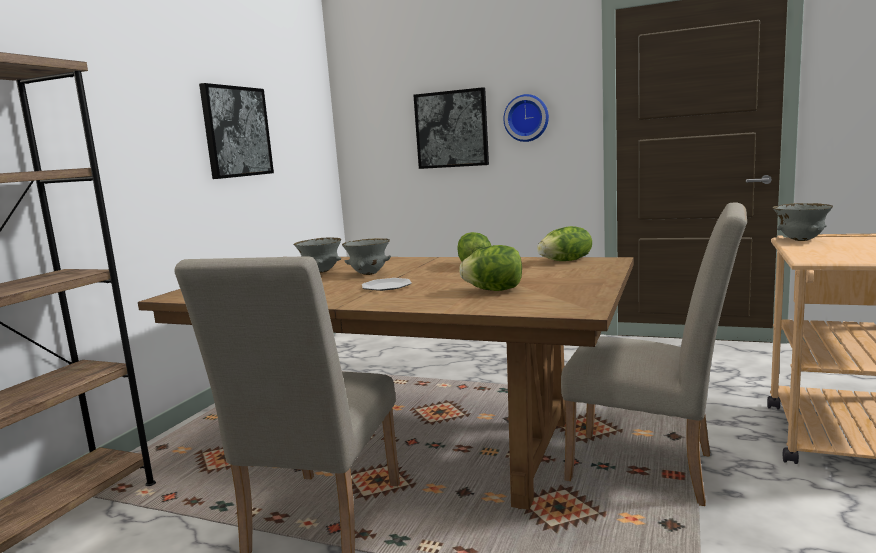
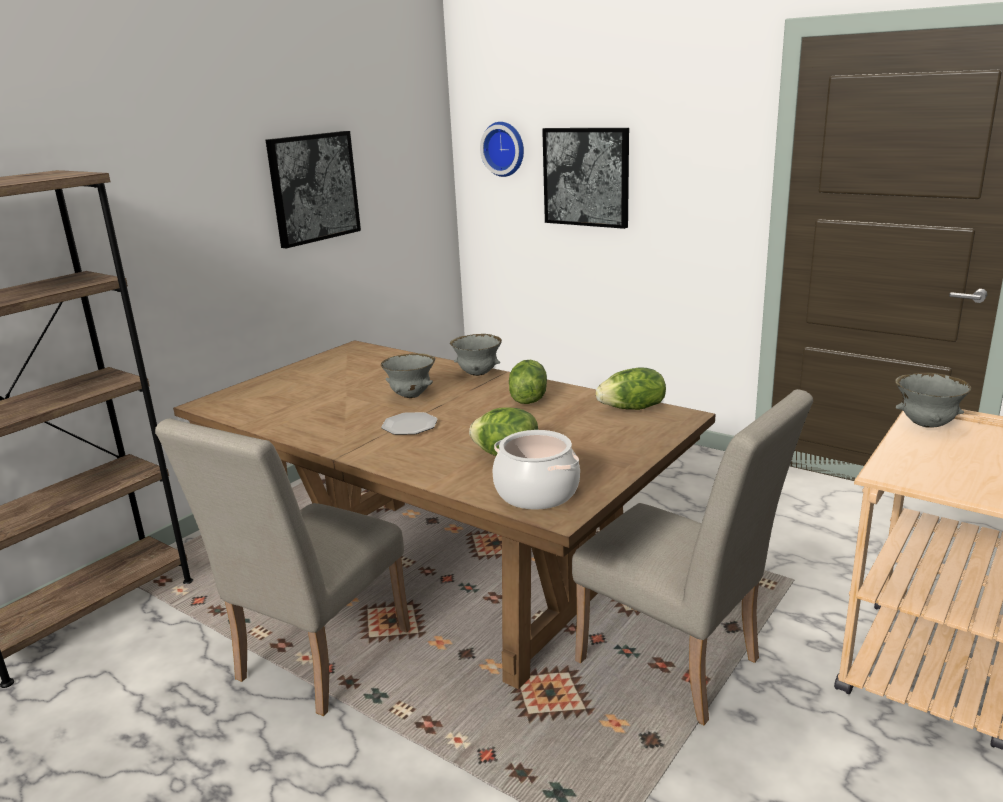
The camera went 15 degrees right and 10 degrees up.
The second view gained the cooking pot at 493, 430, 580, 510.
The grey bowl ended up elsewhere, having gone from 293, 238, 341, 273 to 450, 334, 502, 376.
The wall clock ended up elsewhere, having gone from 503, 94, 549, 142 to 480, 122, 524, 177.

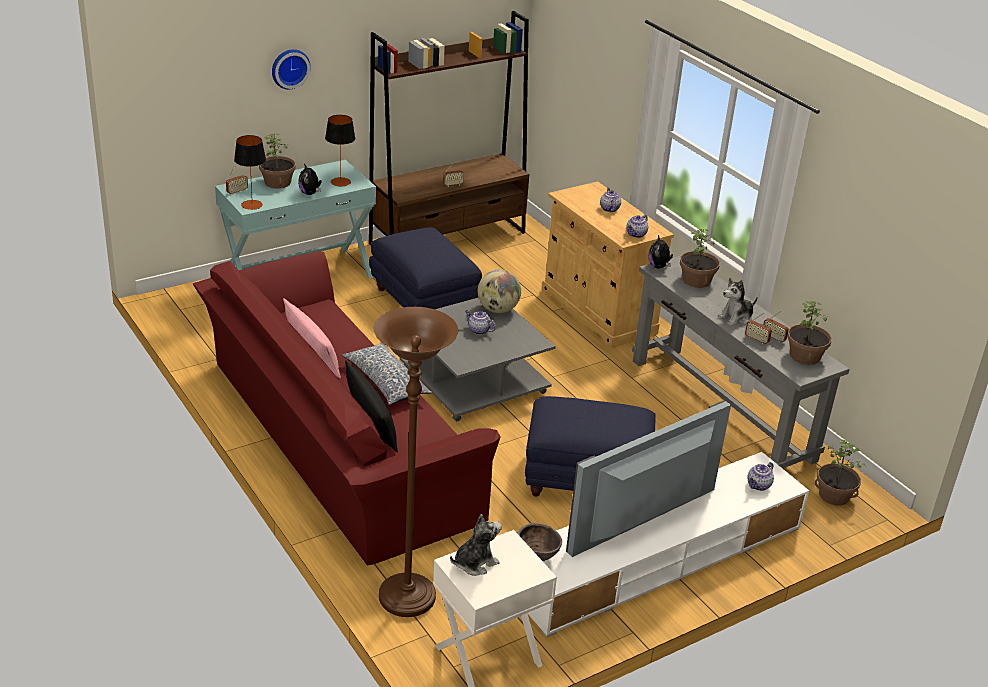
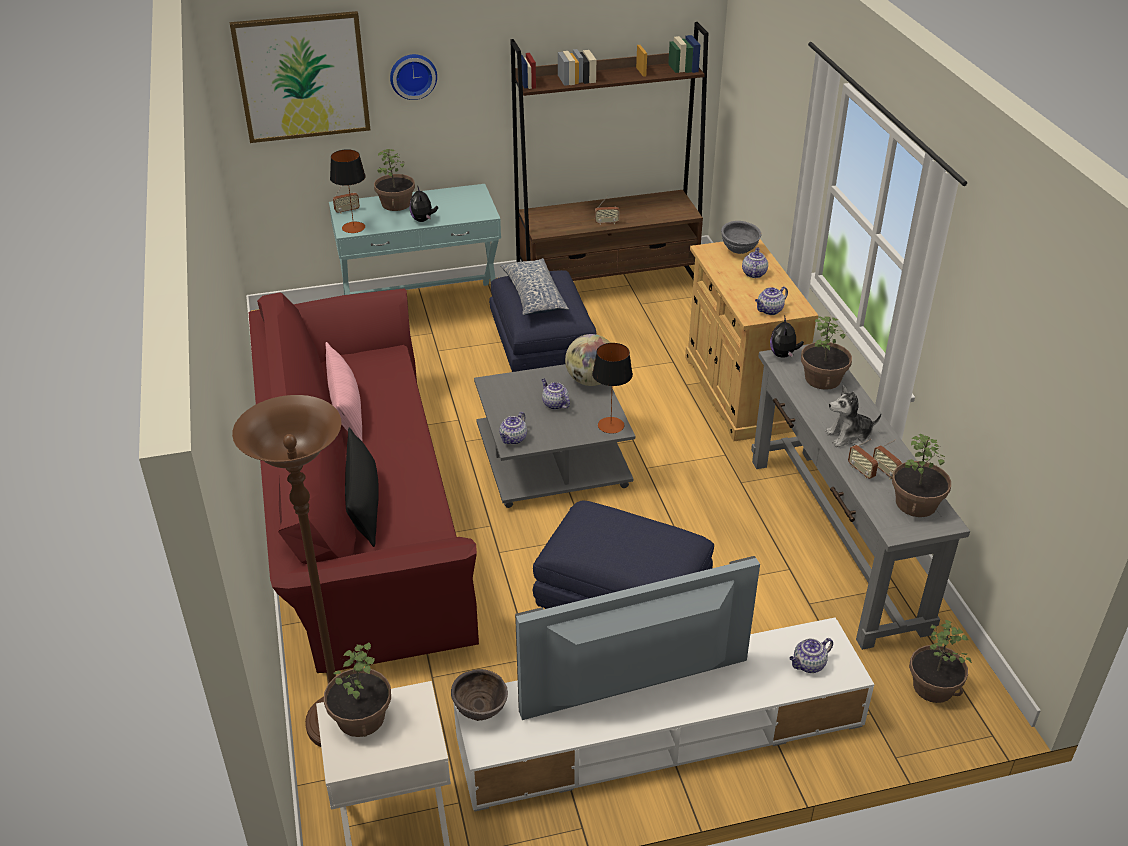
The camera went 20 degrees right and 5 degrees up.
The second view gained the picture at 230, 11, 370, 143.
The second view gained the teapot at 499, 412, 527, 444.
The second view gained the grey bowl at 721, 221, 762, 254.
The table lamp ended up elsewhere, having gone from 325, 115, 356, 186 to 592, 343, 633, 434.
The pillow ended up elsewhere, having gone from 342, 342, 432, 405 to 500, 258, 569, 315.
Where the plush toy stood at 450, 514, 502, 576, the potted plant came to stand at 324, 643, 391, 737.

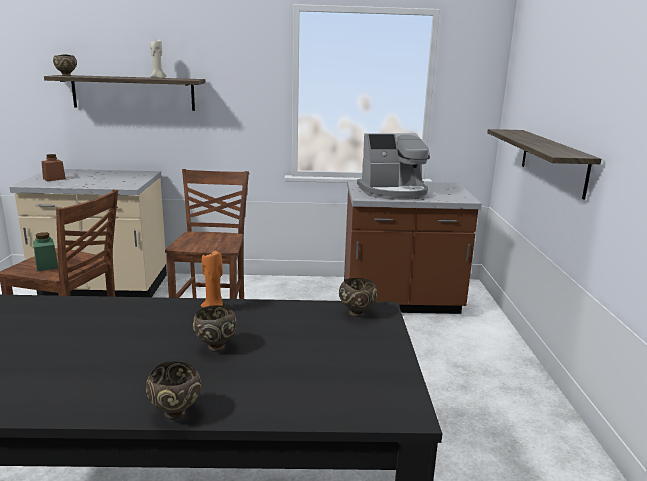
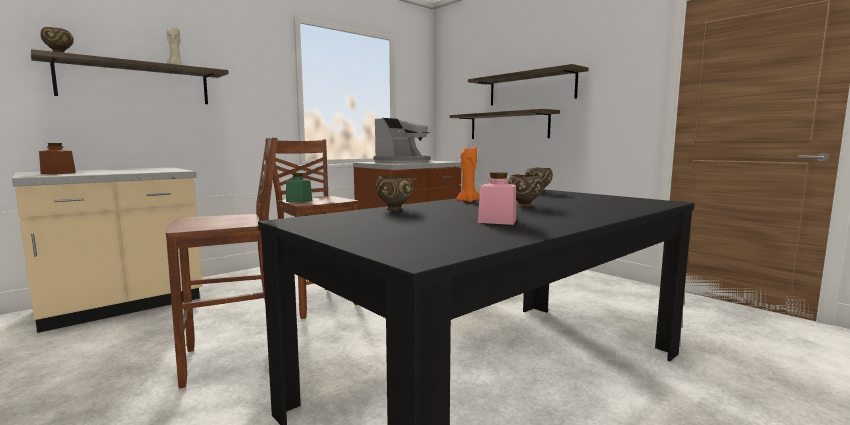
The camera went 40 degrees left and 10 degrees down.
The second view gained the shelf at 468, 64, 588, 105.
The second view gained the pink jar at 478, 172, 516, 225.
The green jar ended up elsewhere, having gone from 33, 232, 58, 271 to 286, 173, 312, 203.
The brown bowl ended up elsewhere, having gone from 146, 361, 201, 420 to 376, 175, 413, 211.

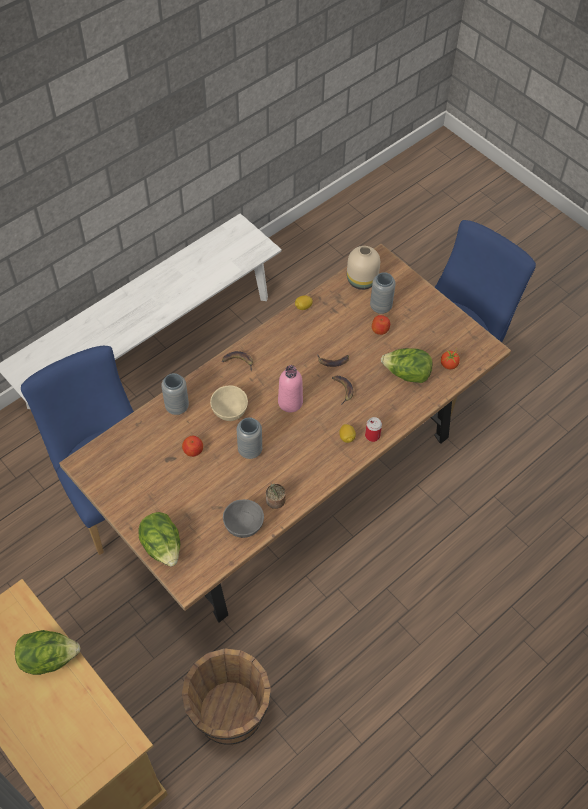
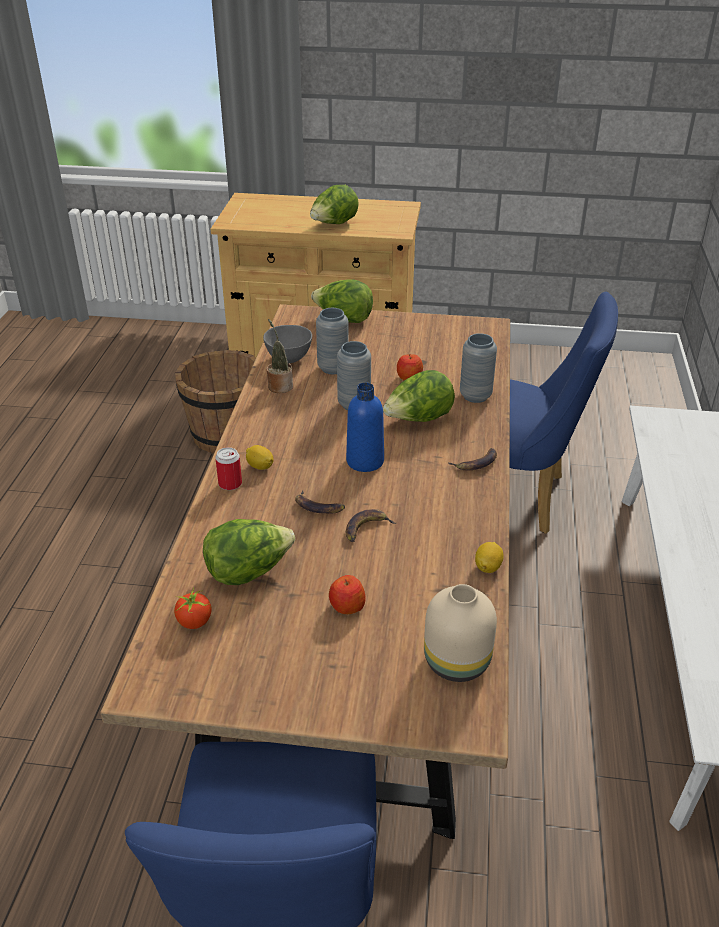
The camera went 140 degrees right and 20 degrees down.
The grey vase ended up elsewhere, having gone from 370, 272, 396, 314 to 316, 308, 349, 374.
Where the beige bowl stood at 210, 385, 248, 421, the lettuce came to stand at 383, 370, 455, 422.
What was the pink bottle at 278, 365, 303, 412 turned into the blue bottle at 346, 382, 384, 472.

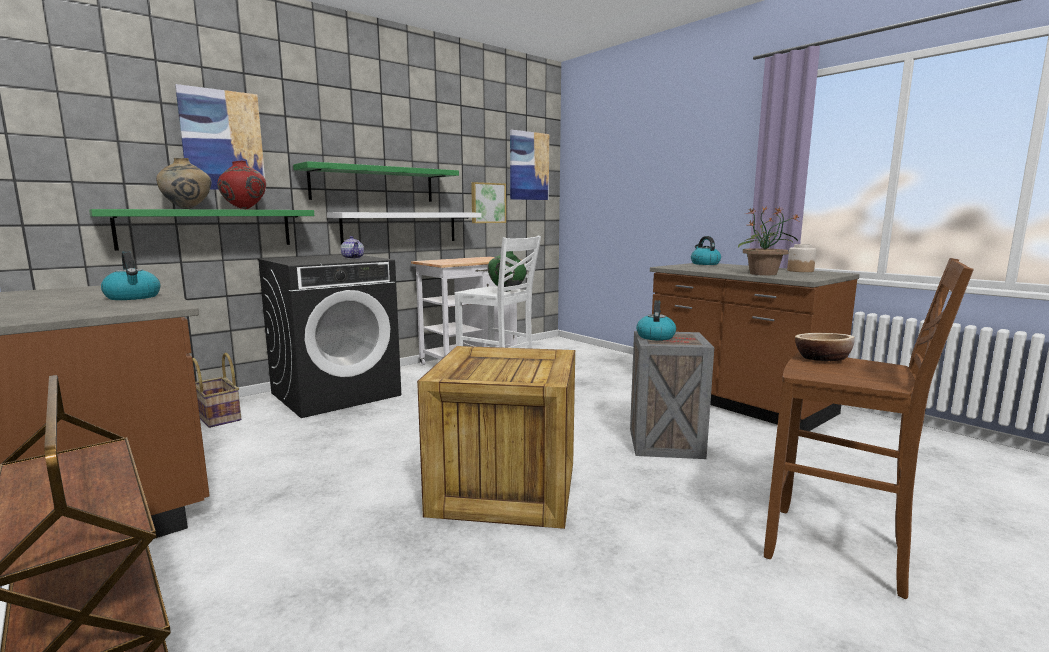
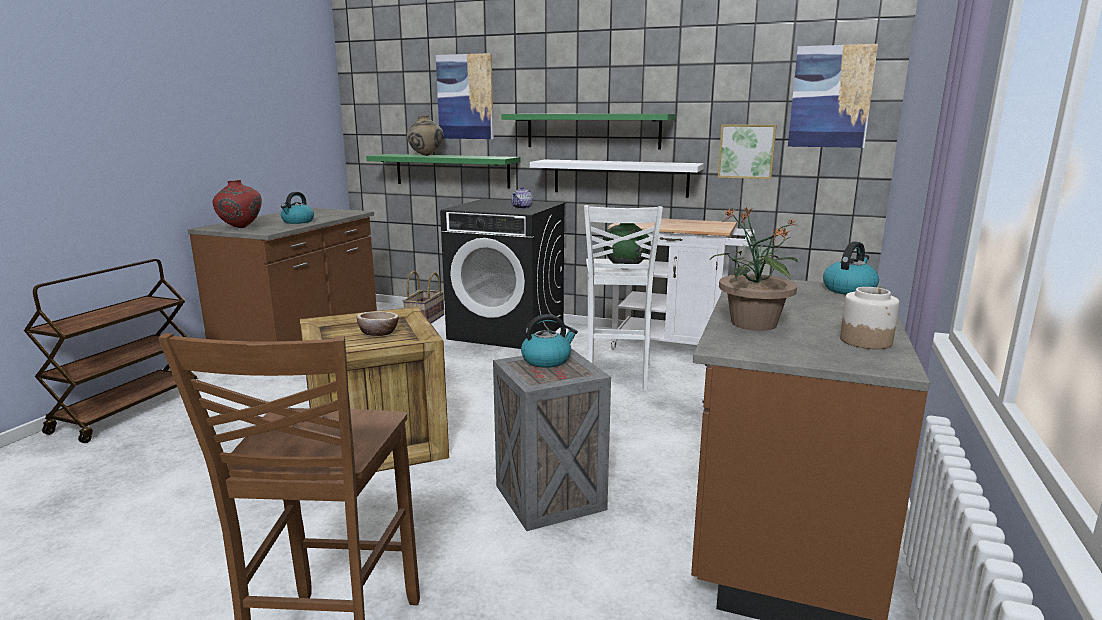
The camera went 60 degrees right and 5 degrees up.
The red vase ended up elsewhere, having gone from 217, 161, 266, 209 to 213, 180, 262, 228.
The bowl ended up elsewhere, having gone from 795, 333, 855, 361 to 357, 311, 399, 336.

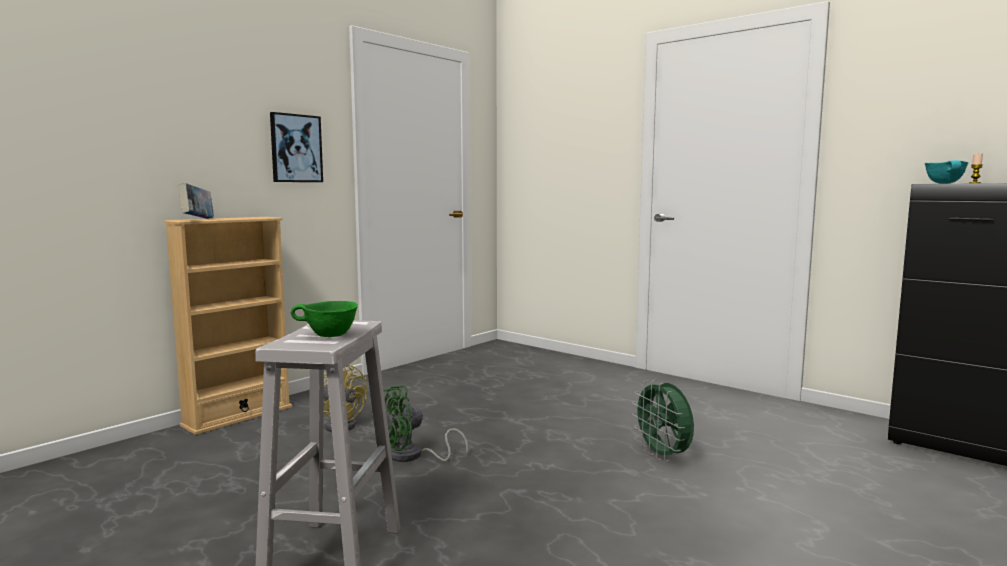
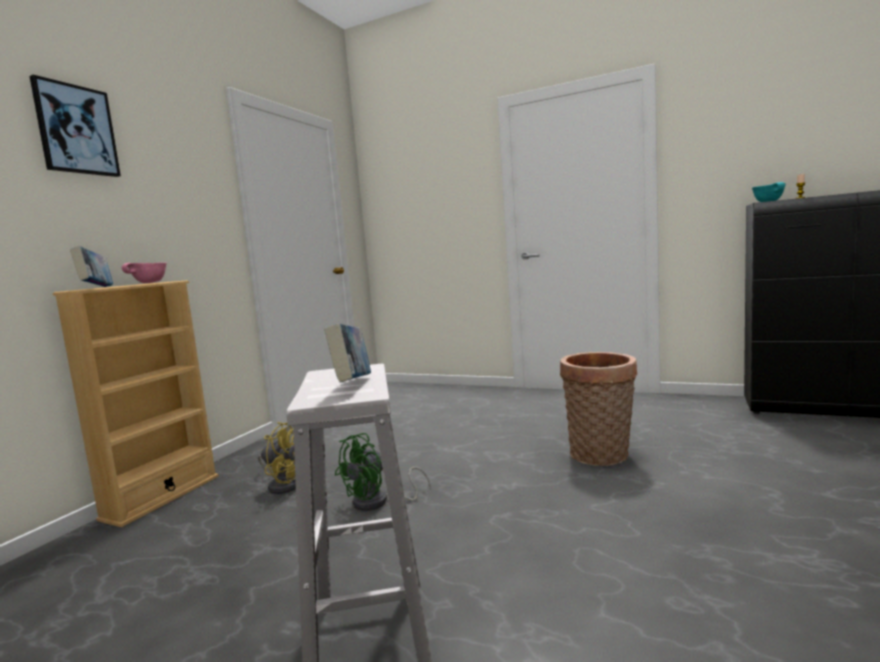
The camera went 15 degrees left and 0 degrees up.
The second view gained the pink bowl at 122, 262, 167, 283.
The picture ended up elsewhere, having gone from 270, 112, 323, 182 to 29, 75, 121, 177.
Where the green bowl stood at 291, 301, 358, 337, the book came to stand at 324, 324, 371, 383.
Where the green fan stood at 632, 380, 694, 461, the basket came to stand at 560, 352, 637, 466.

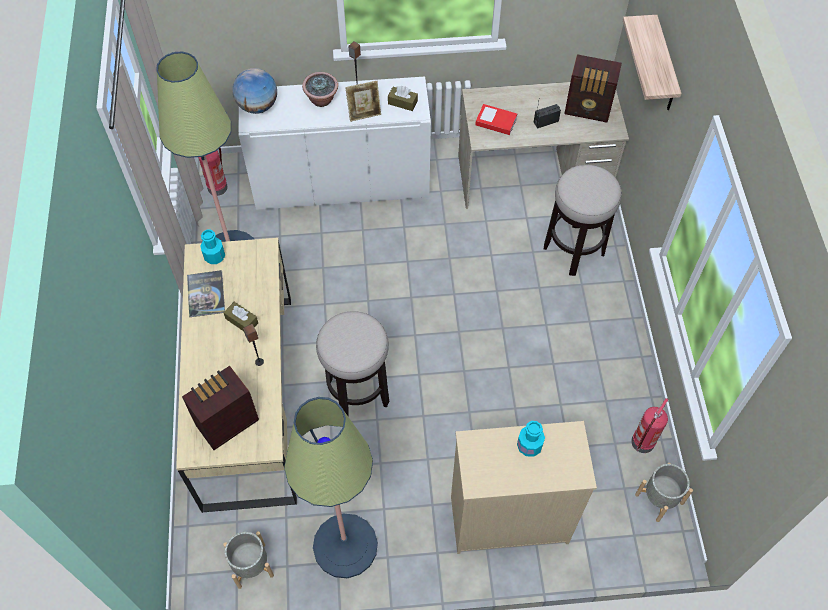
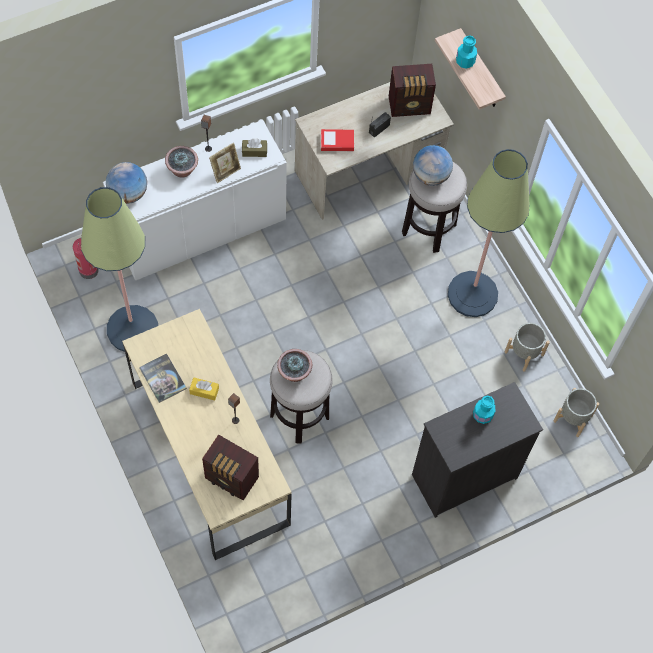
The camera went 25 degrees left and 5 degrees up.
The second view lost the fire extinguisher at 631, 398, 669, 453.
The second view gained the potted plant at 277, 349, 312, 382.
The second view gained the globe at 413, 145, 453, 186.
The turquoise bottle ended up elsewhere, having gone from 200, 230, 225, 264 to 456, 35, 477, 68.
The grey planter ended up elsewhere, having gone from 223, 531, 274, 589 to 505, 322, 550, 372.
The floor lamp ended up elsewhere, having gone from 284, 397, 378, 578 to 448, 149, 530, 317.
What was the brown tissue box at 223, 302, 258, 331 turned into the yellow tissue box at 189, 377, 219, 401.
What was the beige dresser at 451, 421, 597, 554 turned into the black dresser at 412, 382, 543, 518.
The radio at 182, 366, 259, 450 ended up facing another way, 90 degrees counterclockwise from before.

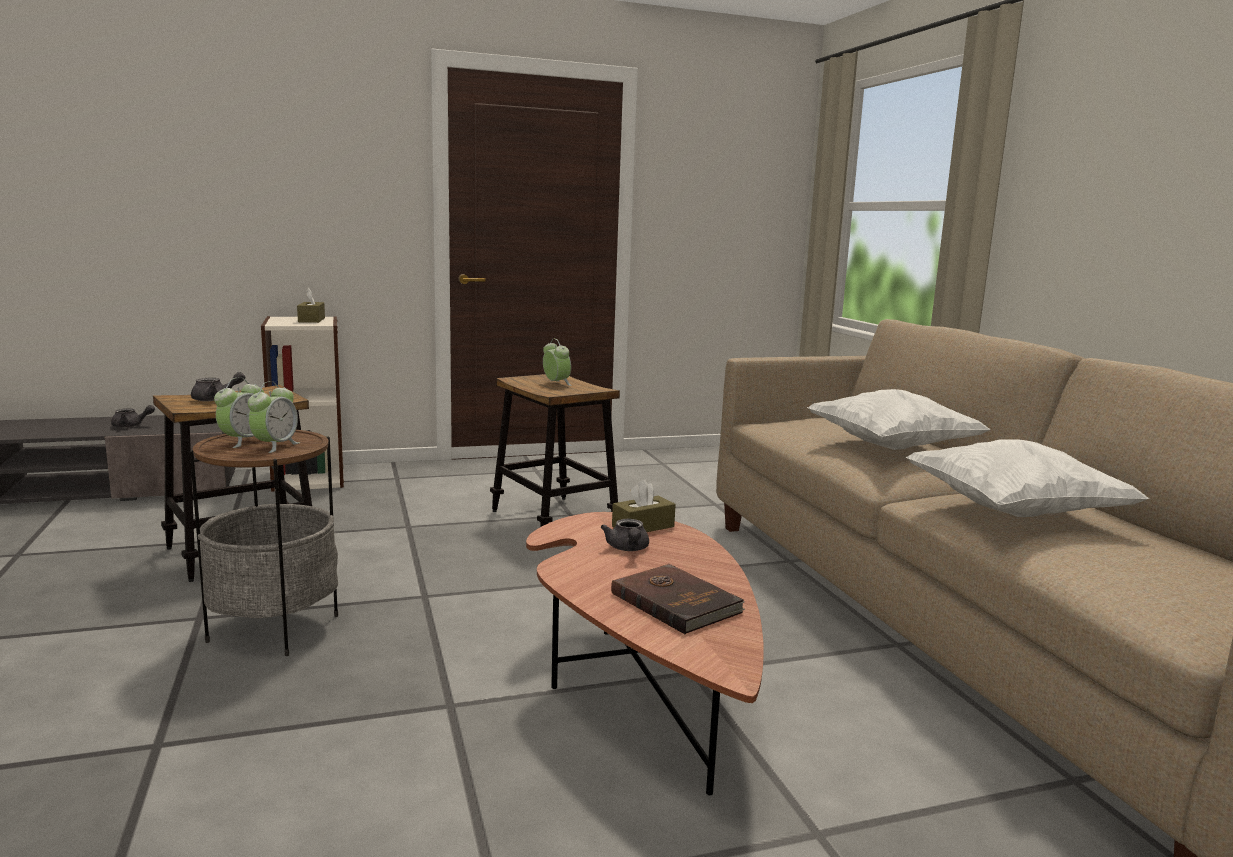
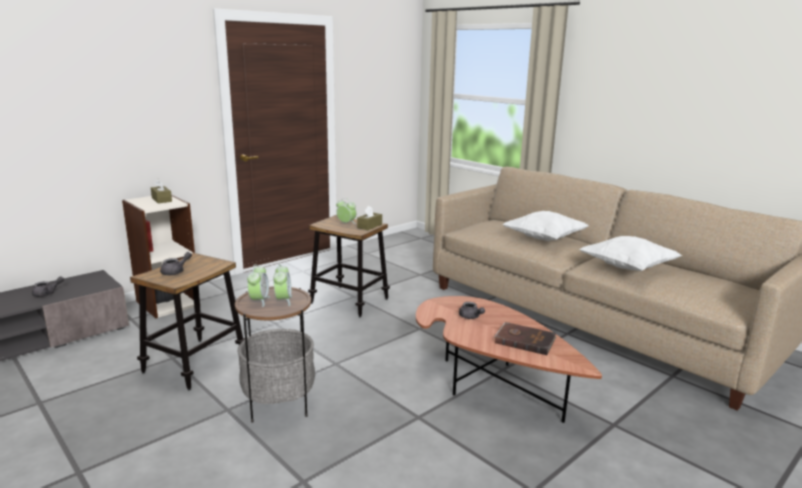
The camera went 25 degrees left and 5 degrees up.
The brown tissue box ended up elsewhere, having gone from 612, 480, 676, 532 to 357, 206, 382, 230.

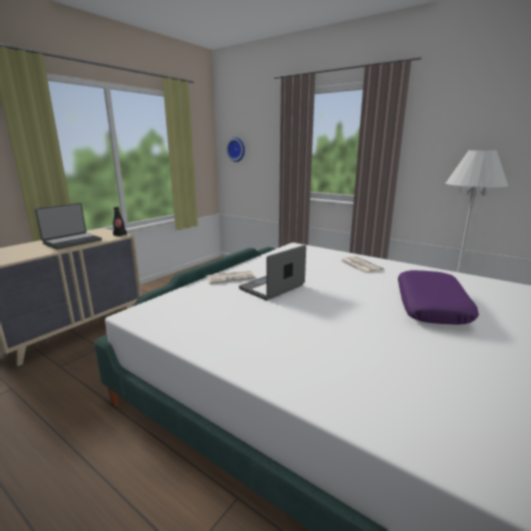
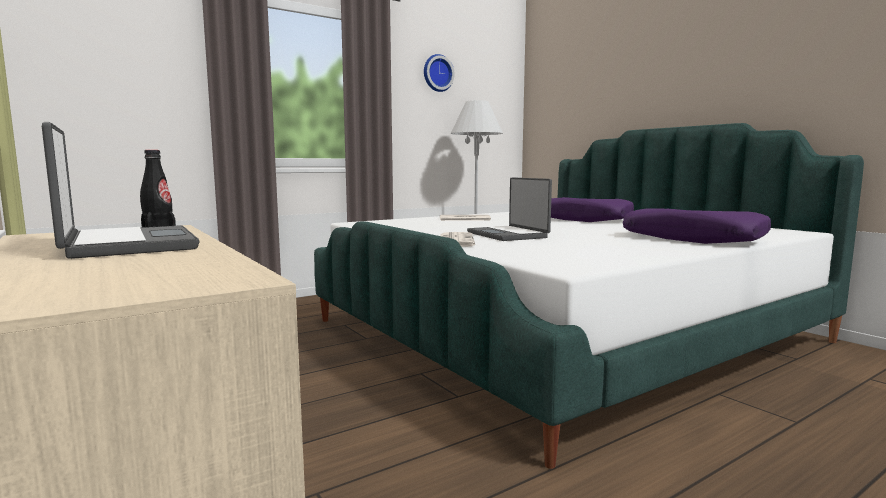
The camera went 70 degrees left and 10 degrees down.
The second view gained the purple pillow at 623, 208, 771, 244.
The wall clock ended up elsewhere, having gone from 226, 137, 245, 162 to 424, 54, 454, 92.

